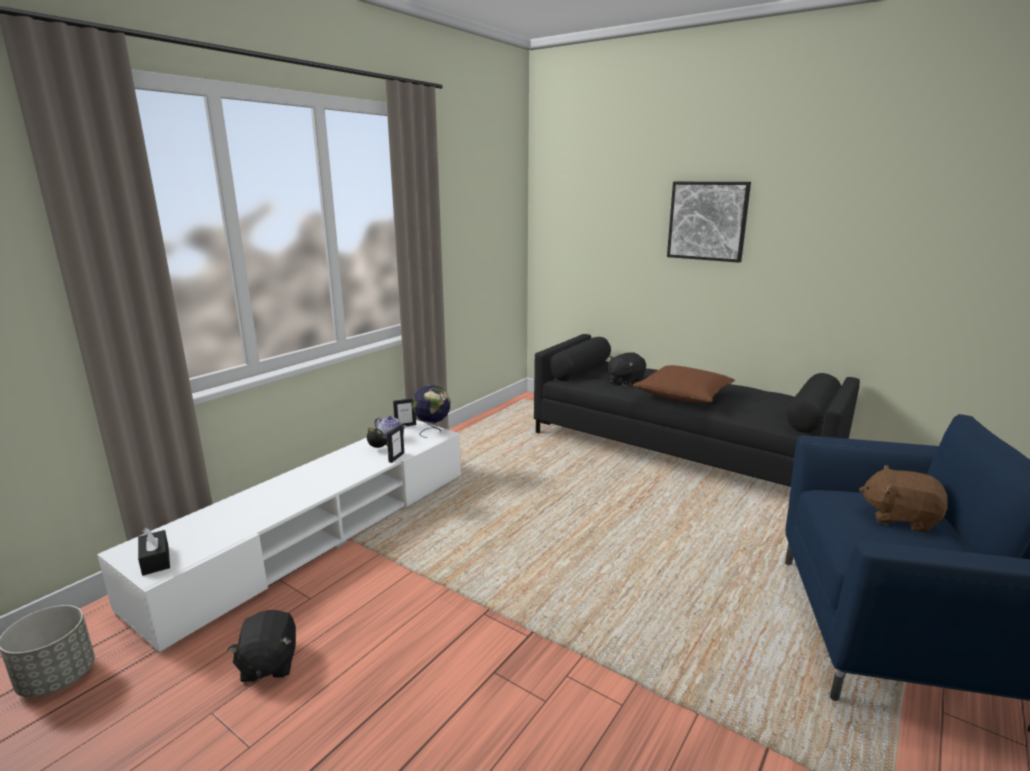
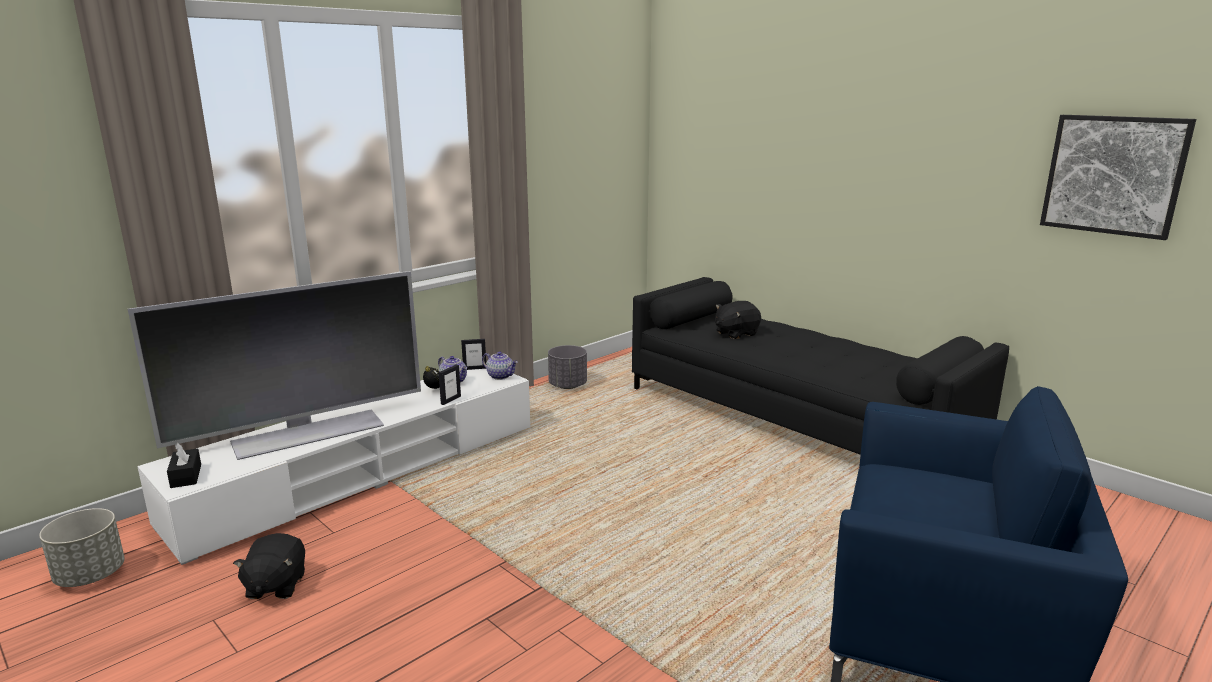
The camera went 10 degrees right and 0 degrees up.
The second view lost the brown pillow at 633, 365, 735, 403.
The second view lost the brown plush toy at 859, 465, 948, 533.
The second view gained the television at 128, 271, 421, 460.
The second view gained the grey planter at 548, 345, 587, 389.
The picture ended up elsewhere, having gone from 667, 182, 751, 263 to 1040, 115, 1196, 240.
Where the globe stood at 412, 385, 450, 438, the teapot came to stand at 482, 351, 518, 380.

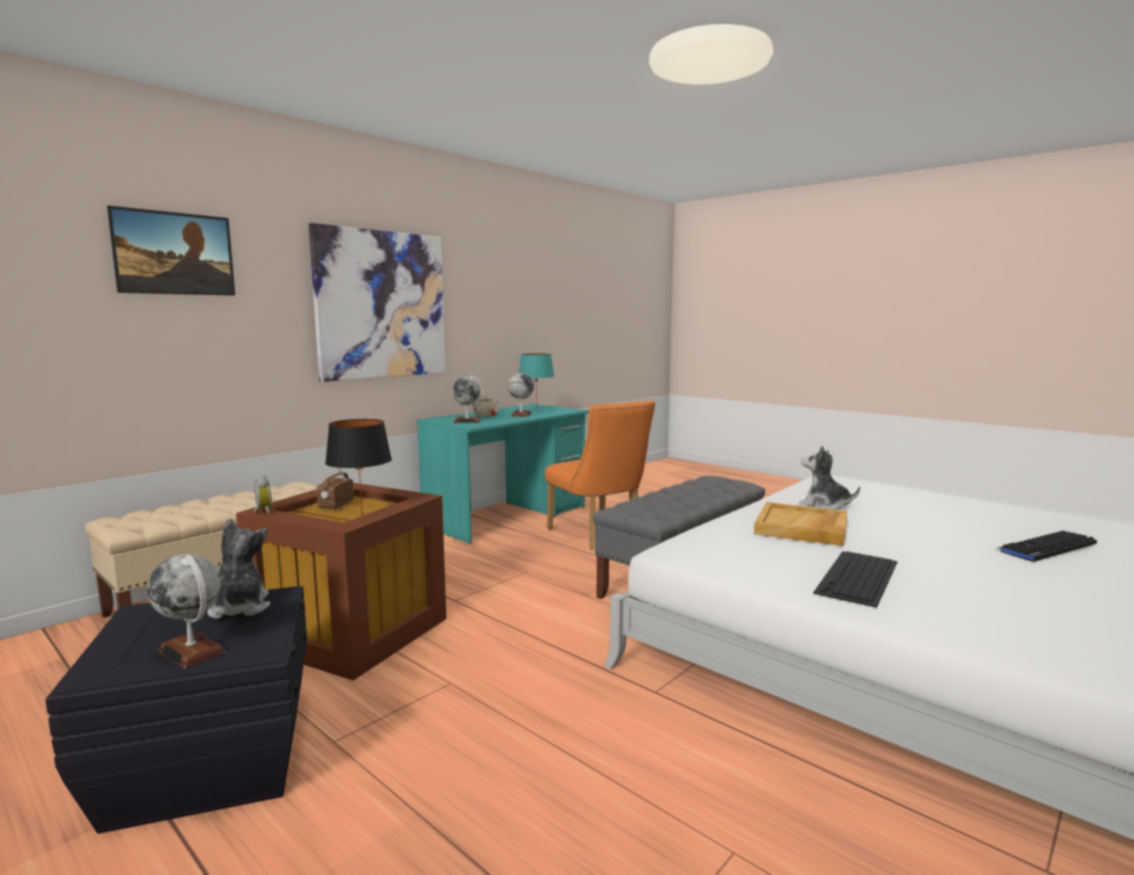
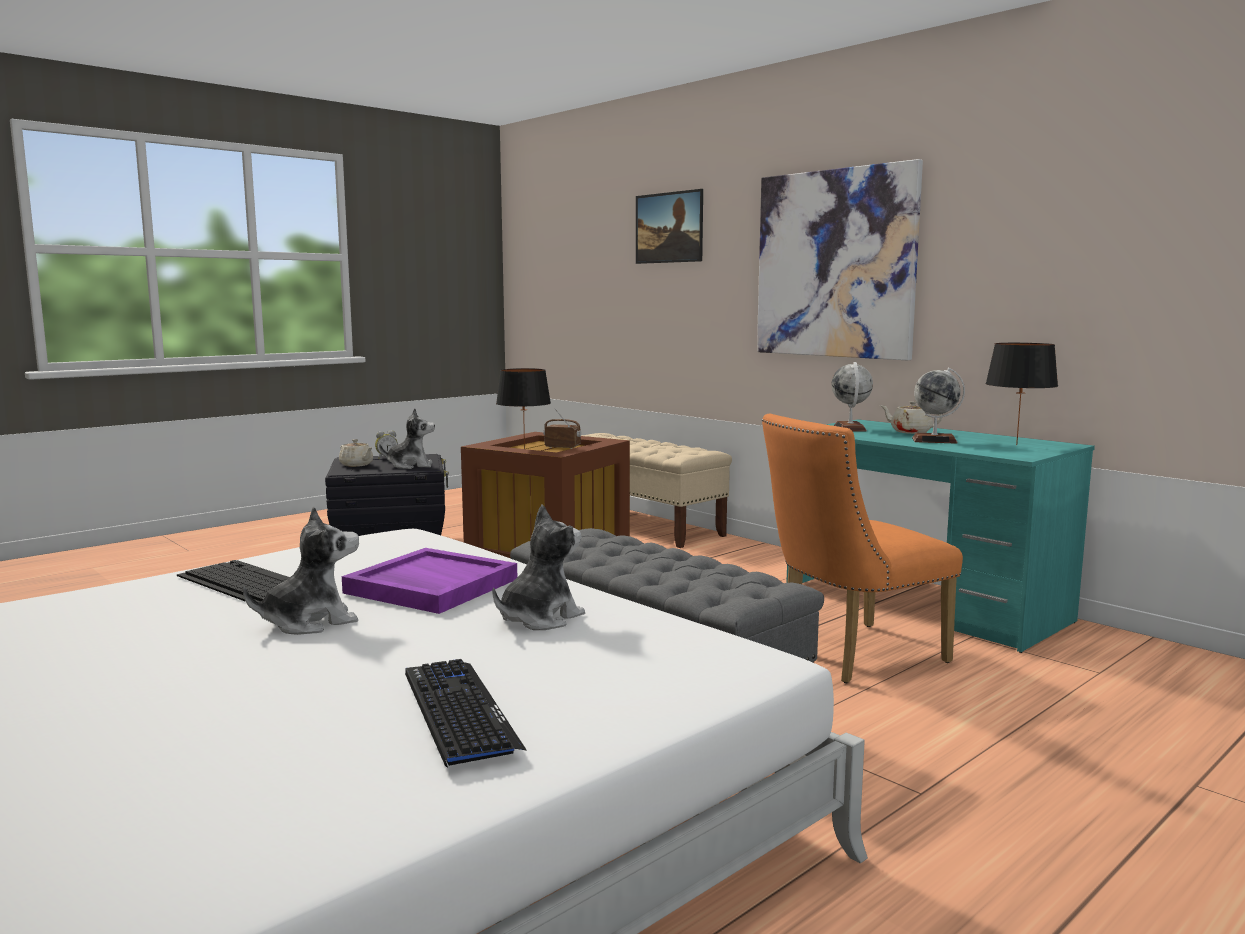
The camera went 95 degrees right and 0 degrees up.
The second view gained the plush toy at 243, 506, 359, 635.
The alarm clock ended up elsewhere, having gone from 254, 475, 272, 514 to 375, 430, 398, 459.
The keyboard ended up elsewhere, having gone from 995, 531, 1097, 562 to 405, 659, 527, 768.
Where the globe stood at 147, 554, 226, 669, the beige teapot came to stand at 339, 439, 373, 467.
What was the turquoise table lamp at 519, 353, 555, 409 turned into the black table lamp at 985, 343, 1058, 445.
What was the beige tray at 754, 502, 847, 546 turned into the purple tray at 342, 548, 517, 614.

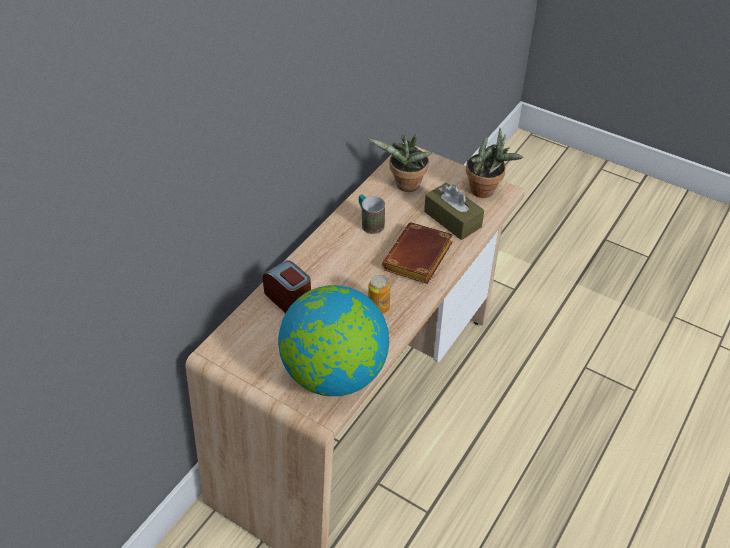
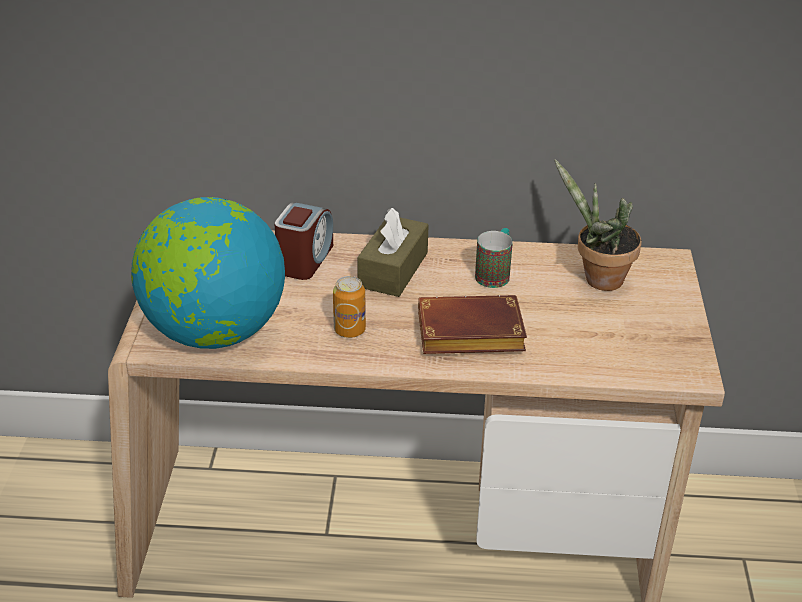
The camera went 60 degrees right and 10 degrees down.
The second view lost the potted plant at 466, 128, 524, 198.
The brown tissue box ended up elsewhere, having gone from 424, 183, 484, 240 to 357, 208, 429, 297.

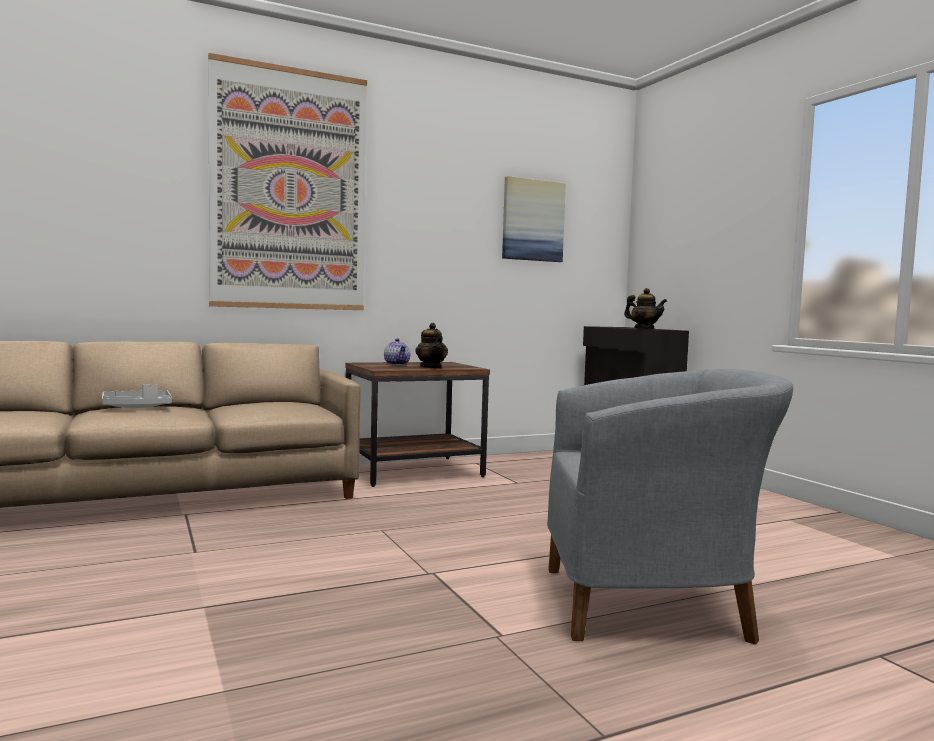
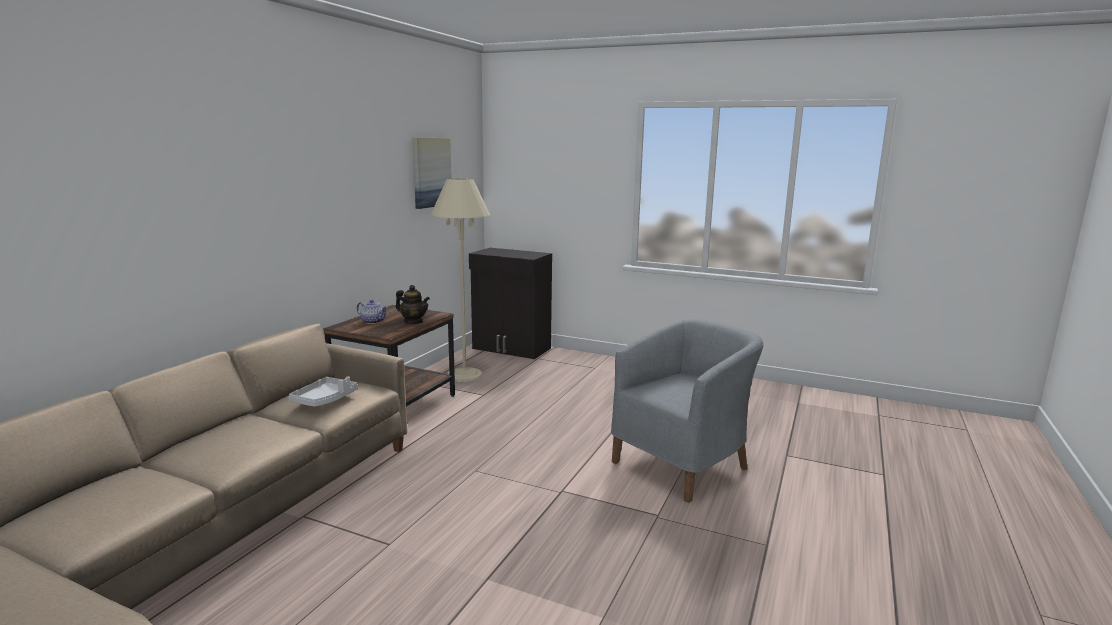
The camera went 40 degrees left and 10 degrees up.
The second view lost the picture at 208, 53, 367, 310.
The second view lost the teapot at 624, 288, 667, 329.
The second view gained the beige floor lamp at 431, 178, 490, 382.
The grey tray ended up elsewhere, having gone from 102, 384, 172, 408 to 288, 377, 358, 407.

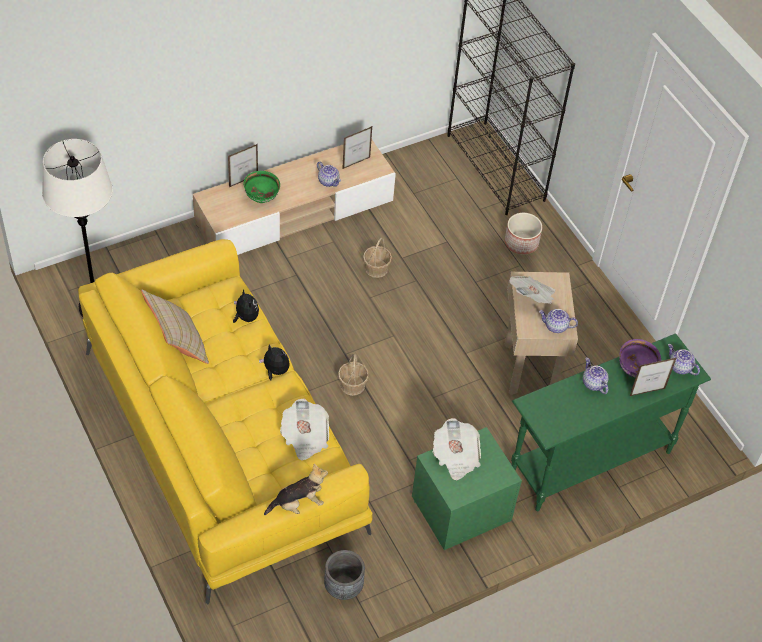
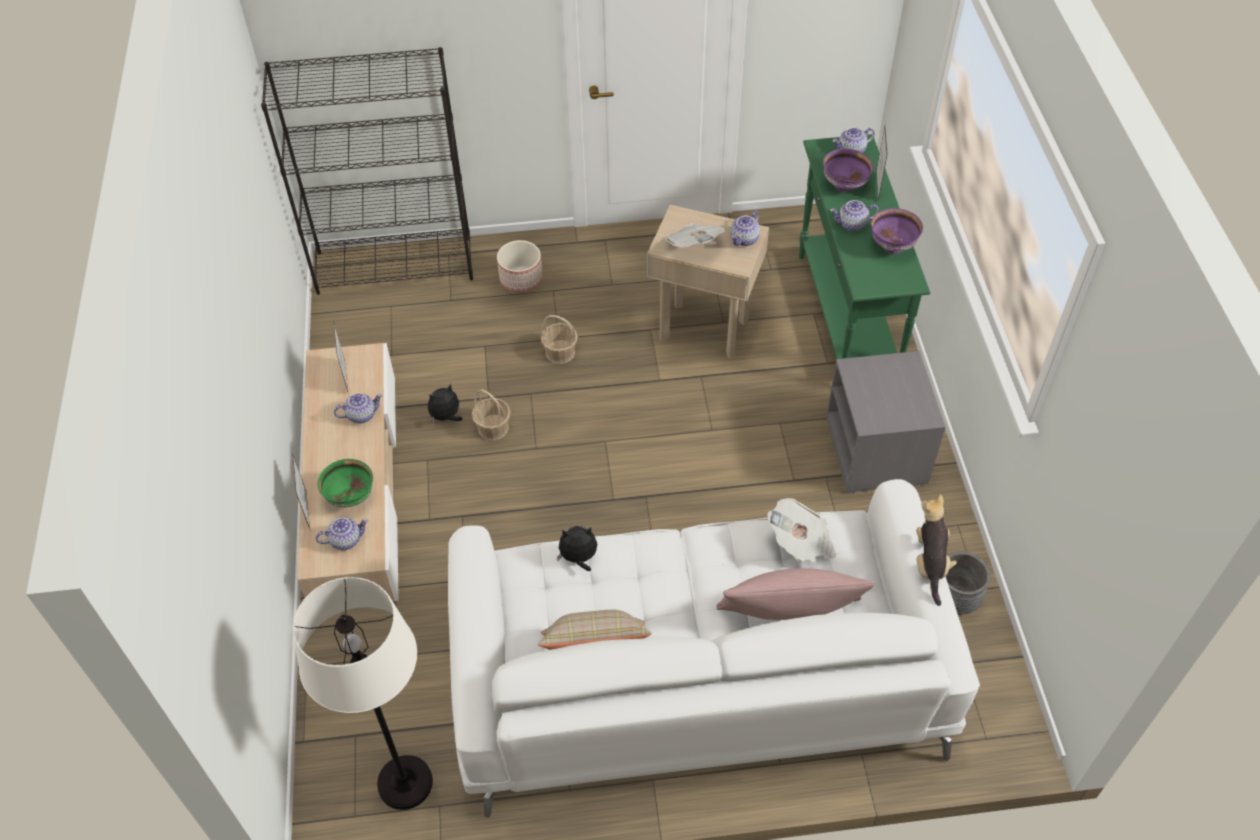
The camera went 65 degrees left and 0 degrees up.
The second view lost the newspaper at 433, 418, 481, 480.
The second view gained the teapot at 316, 517, 369, 550.
The second view gained the pink pillow at 717, 568, 875, 620.
The second view gained the purple bowl at 871, 208, 923, 254.
The plush toy ended up elsewhere, having gone from 259, 345, 289, 381 to 428, 384, 462, 423.
The basket ended up elsewhere, having gone from 338, 354, 369, 396 to 541, 315, 578, 364.
What was the yellow sofa at 78, 239, 373, 604 turned into the white sofa at 448, 479, 980, 818.
What was the green nightstand at 412, 427, 522, 550 turned into the grey nightstand at 826, 351, 946, 493.

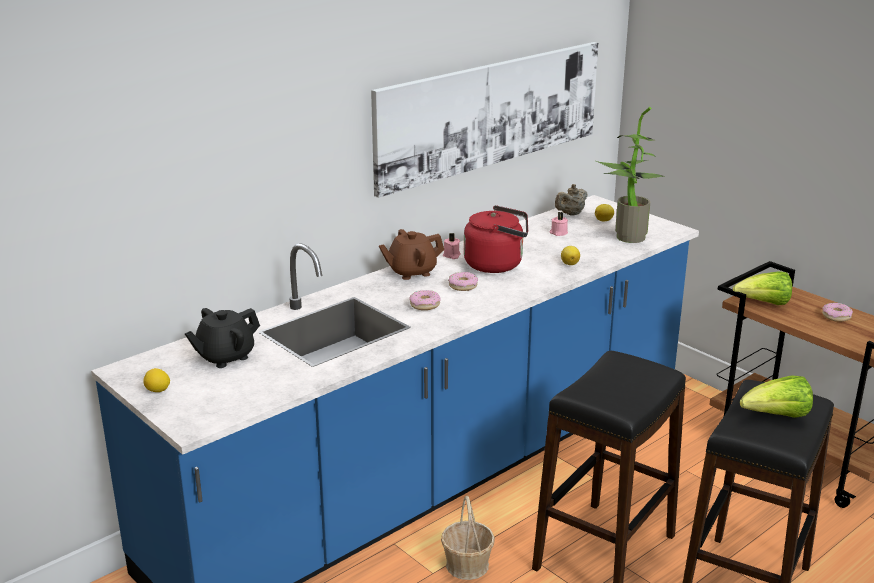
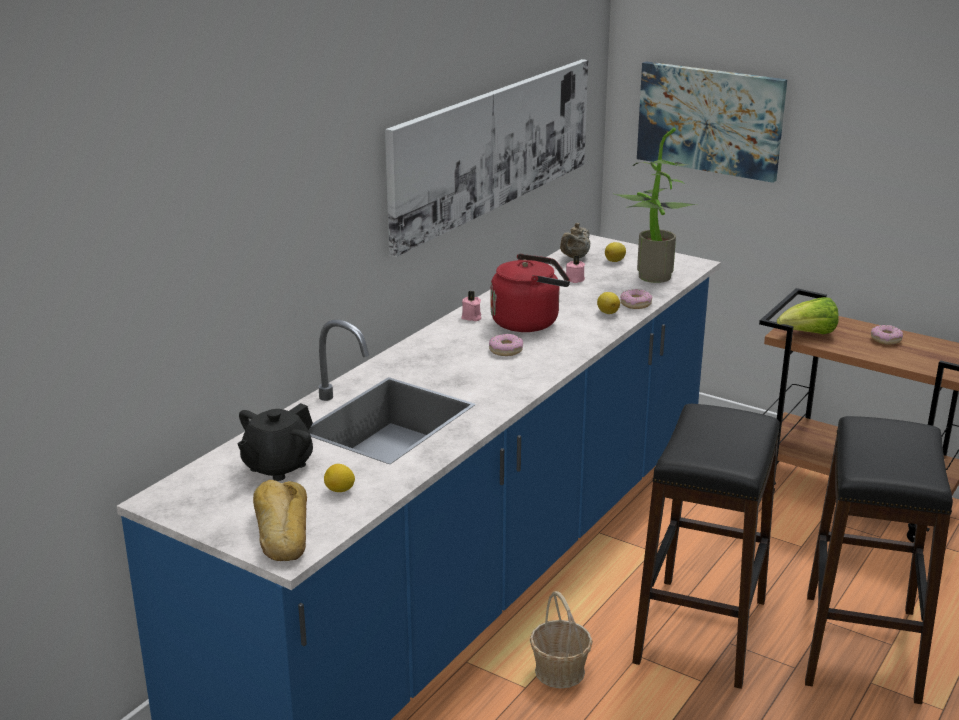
The camera went 15 degrees left and 0 degrees up.
The second view lost the brown teapot at 379, 229, 444, 280.
The second view lost the lettuce at 740, 375, 813, 418.
The second view gained the bread at 253, 480, 307, 561.
The second view gained the picture at 637, 61, 787, 183.
The lemon ended up elsewhere, having gone from 143, 368, 170, 392 to 324, 464, 355, 492.
The donut ended up elsewhere, having gone from 409, 290, 440, 310 to 620, 289, 653, 309.

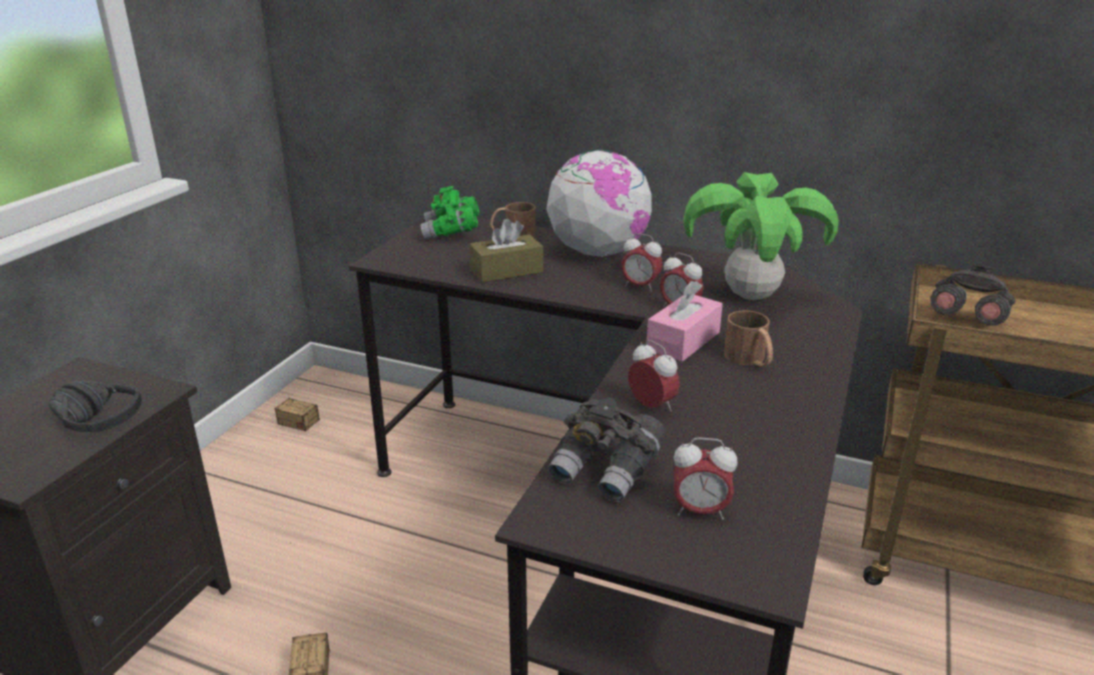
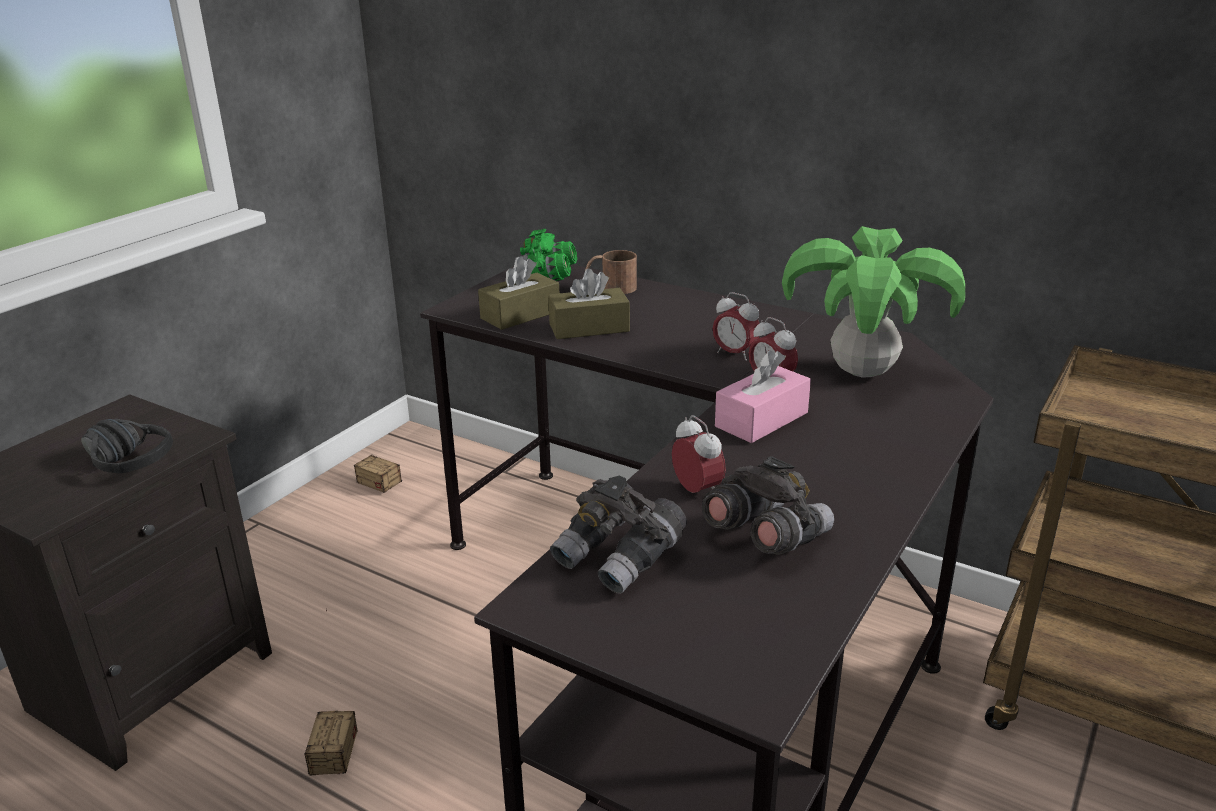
The camera went 10 degrees right and 0 degrees up.
The second view lost the globe at 546, 150, 653, 257.
The second view lost the alarm clock at 673, 437, 738, 520.
The second view lost the brown mug at 724, 311, 773, 367.
The second view gained the brown tissue box at 478, 257, 559, 330.
The grey binoculars ended up elsewhere, having gone from 930, 264, 1015, 326 to 702, 456, 834, 555.

